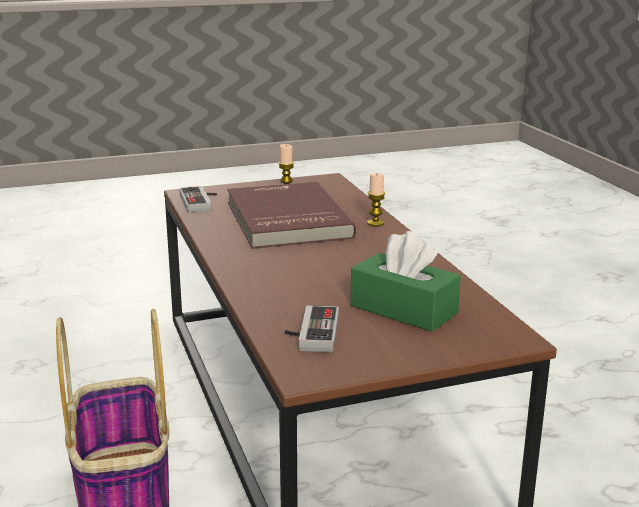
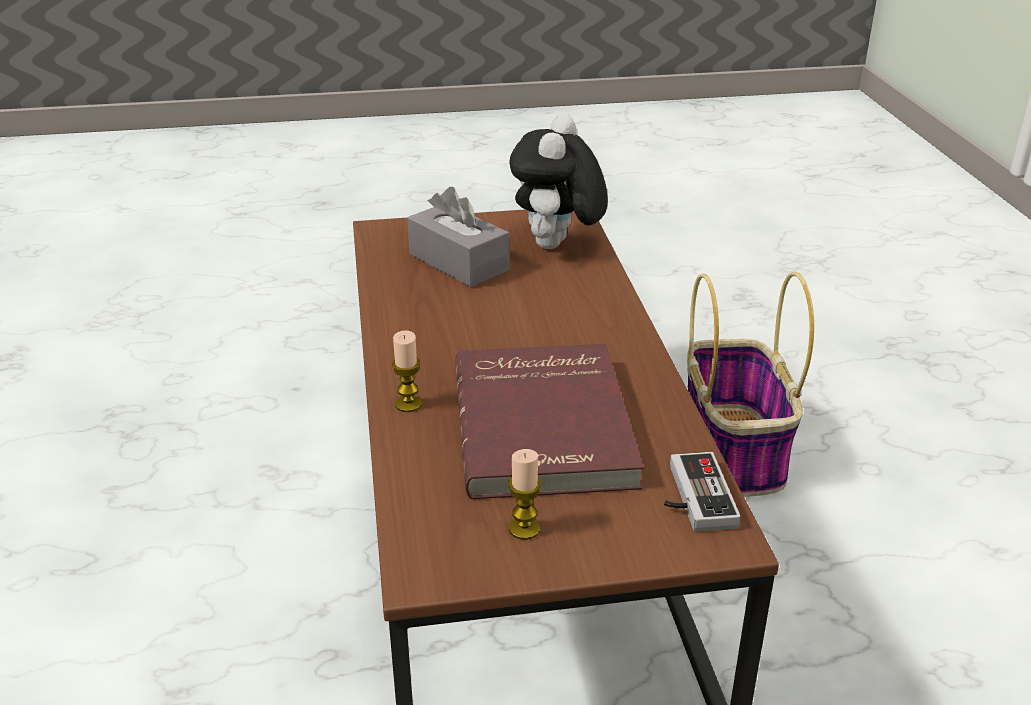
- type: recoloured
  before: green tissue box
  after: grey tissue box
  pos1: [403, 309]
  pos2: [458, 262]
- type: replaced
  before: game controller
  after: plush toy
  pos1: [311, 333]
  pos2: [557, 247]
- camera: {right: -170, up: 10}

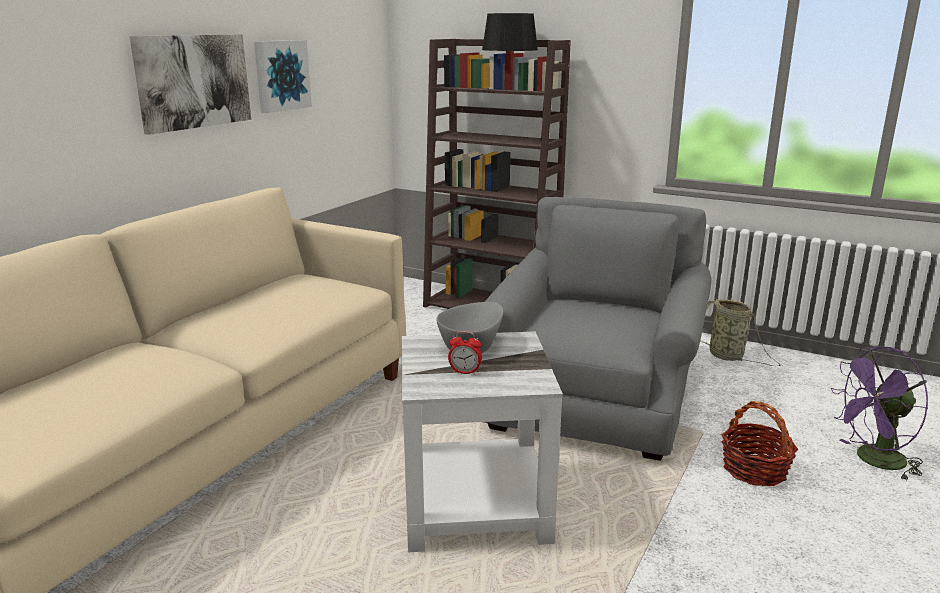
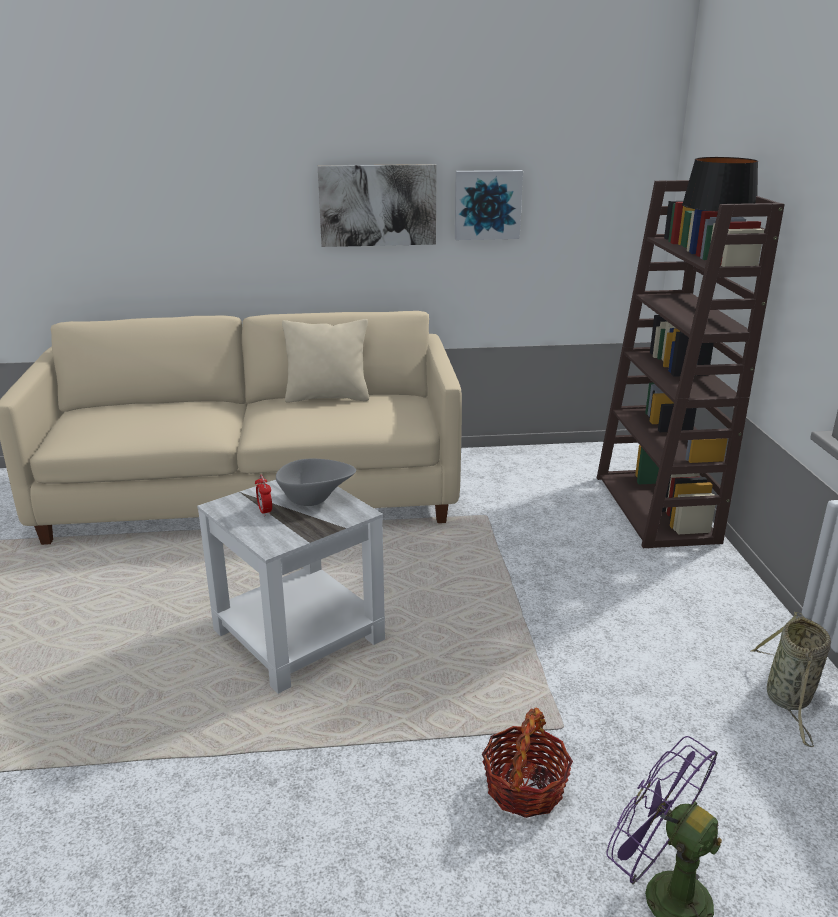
- type: added
  after: beige pillow
  pos2: [327, 397]
- type: removed
  before: grey armchair
  pos1: [593, 396]
- camera: {right: 55, up: 5}

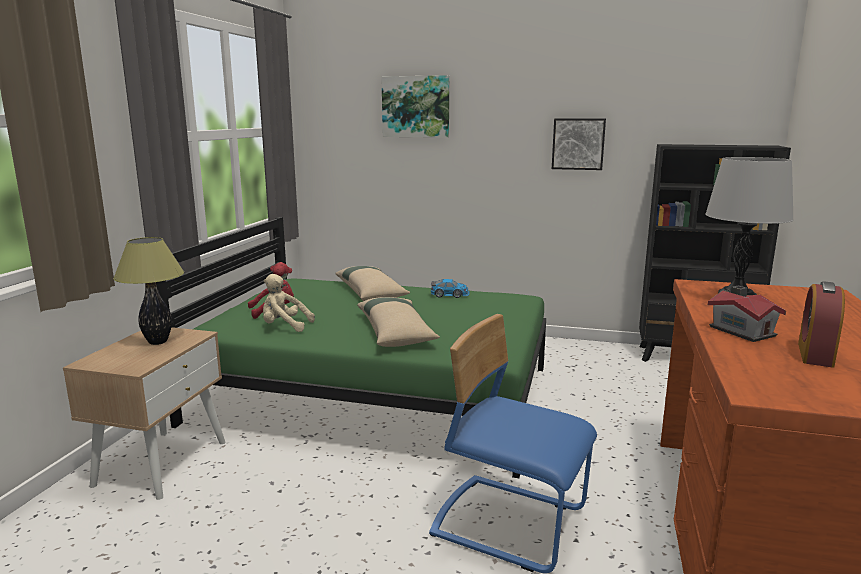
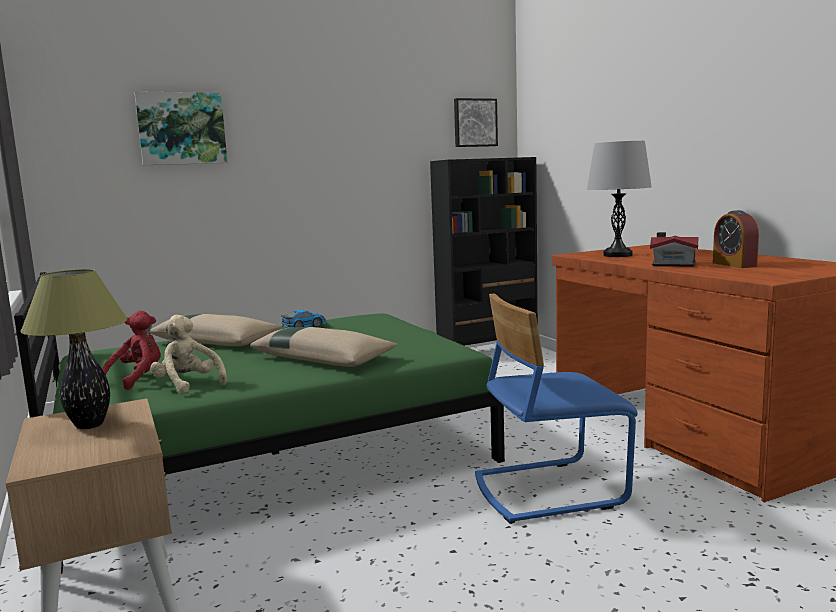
- type: turned
  before: beige plush toy
  pos1: [284, 326]
  pos2: [188, 385]
  turn: 75
- type: moved
  before: picture
  pos1: [578, 144]
  pos2: [474, 123]
- camera: {right: -40, up: -5}

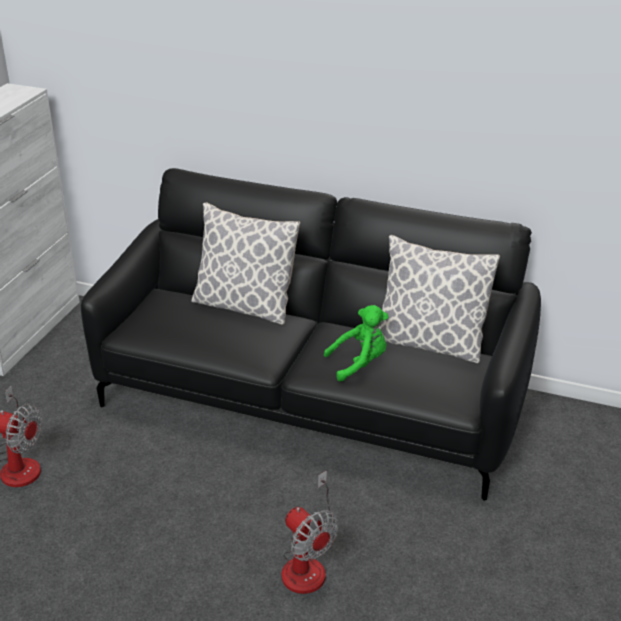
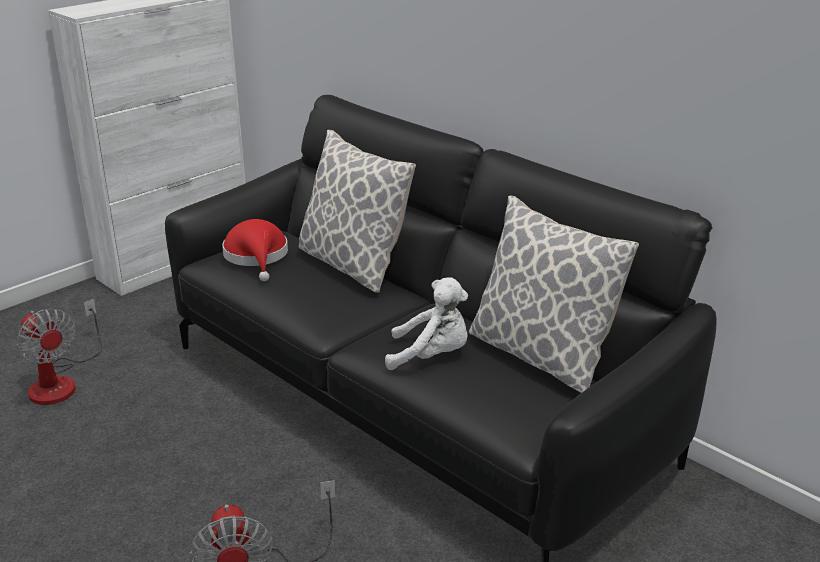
- type: added
  after: red hat
  pos2: [257, 257]
- type: recoloured
  before: green plush toy
  after: white plush toy
  pos1: [359, 363]
  pos2: [431, 356]
- camera: {right: 25, up: -5}

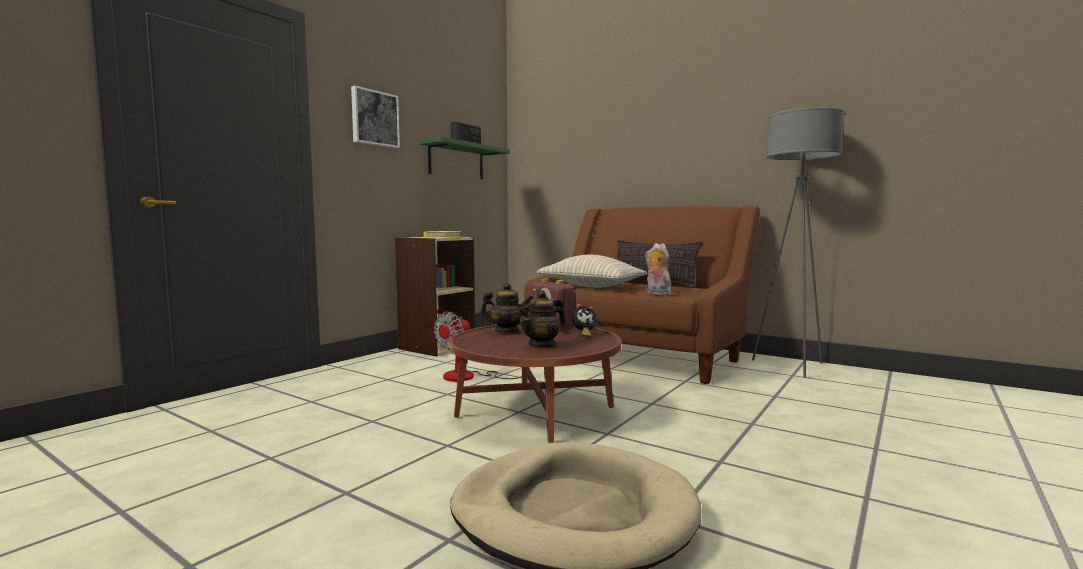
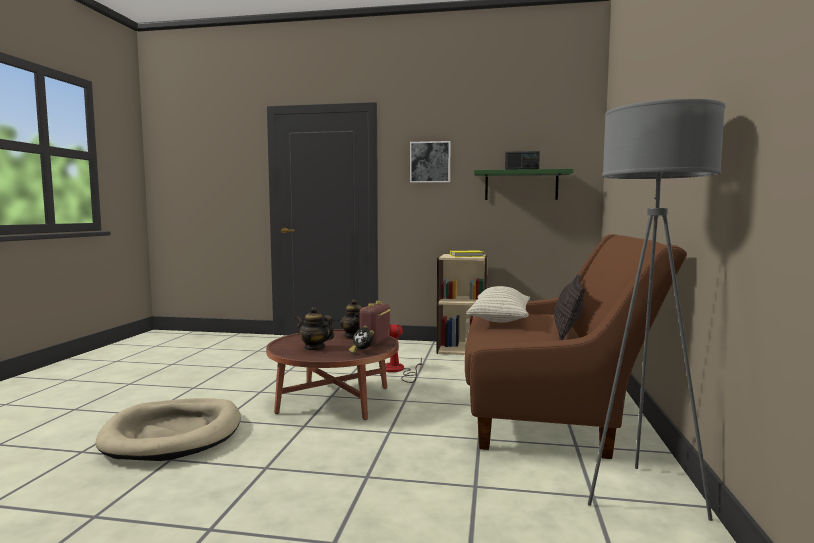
- type: removed
  before: plush toy
  pos1: [656, 294]
- camera: {right: 65, up: 0}

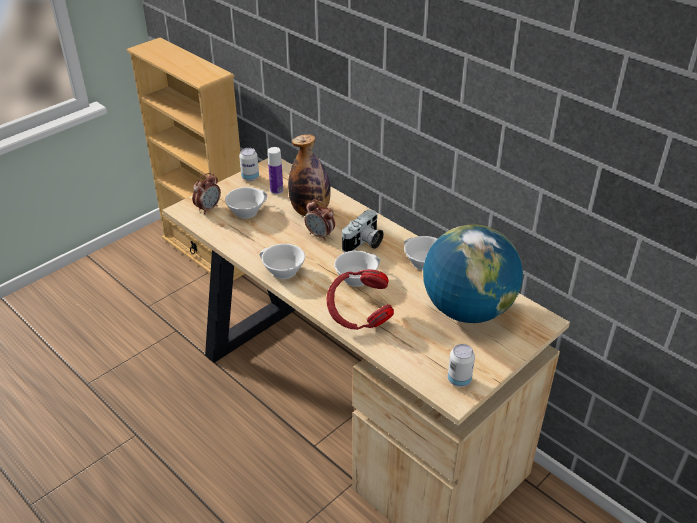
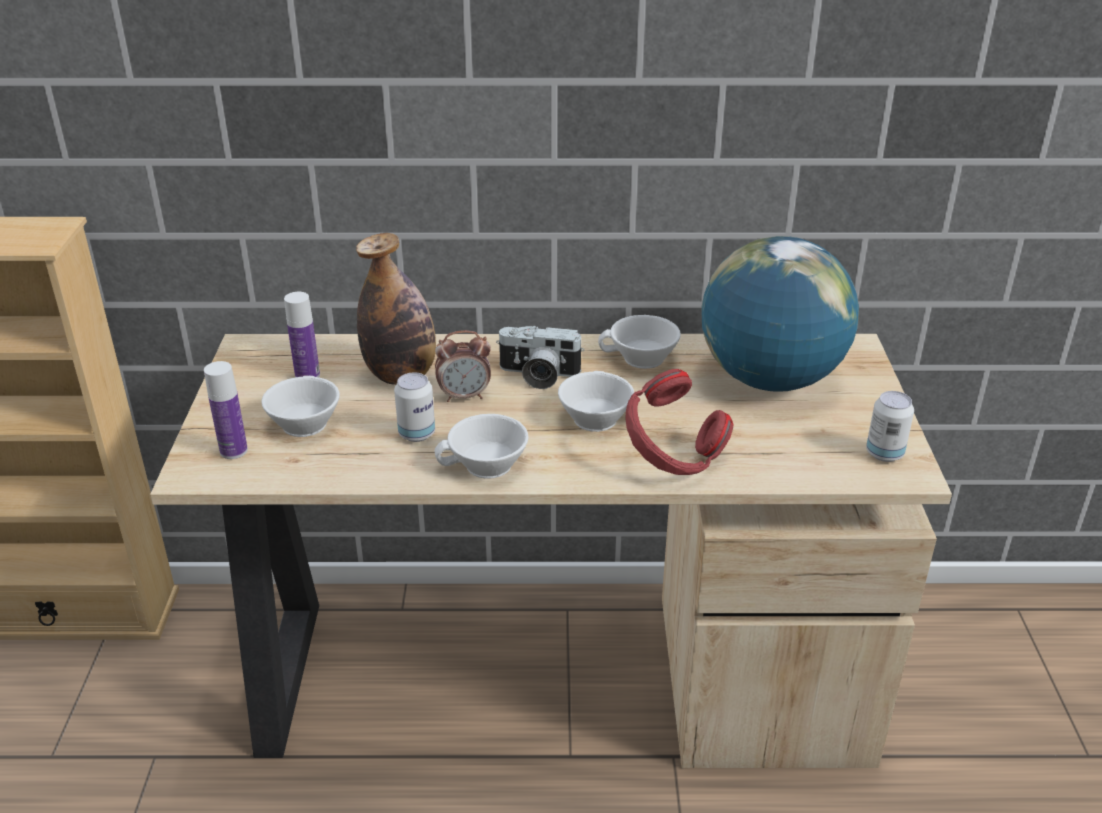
- type: replaced
  before: alarm clock
  after: bottle
  pos1: [208, 208]
  pos2: [233, 451]
- type: moved
  before: can
  pos1: [250, 177]
  pos2: [417, 434]
- type: turned
  before: photo camera
  pos1: [364, 244]
  pos2: [538, 375]
  turn: 105
- camera: {right: -45, up: -5}

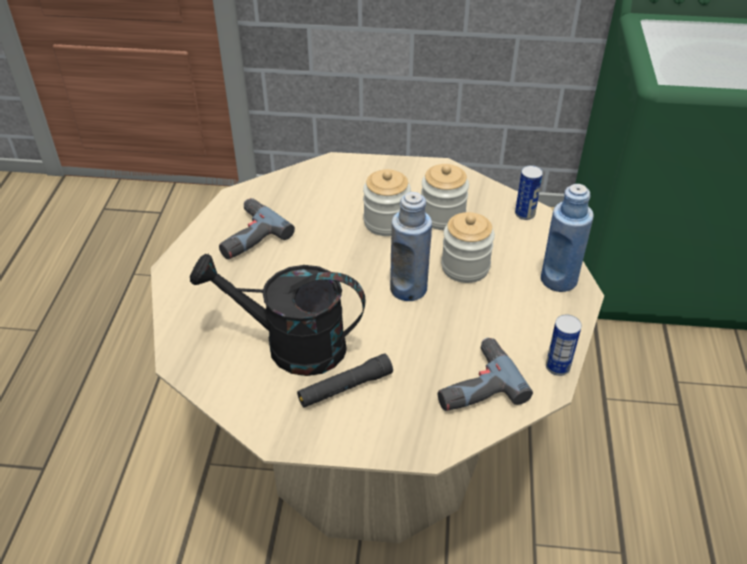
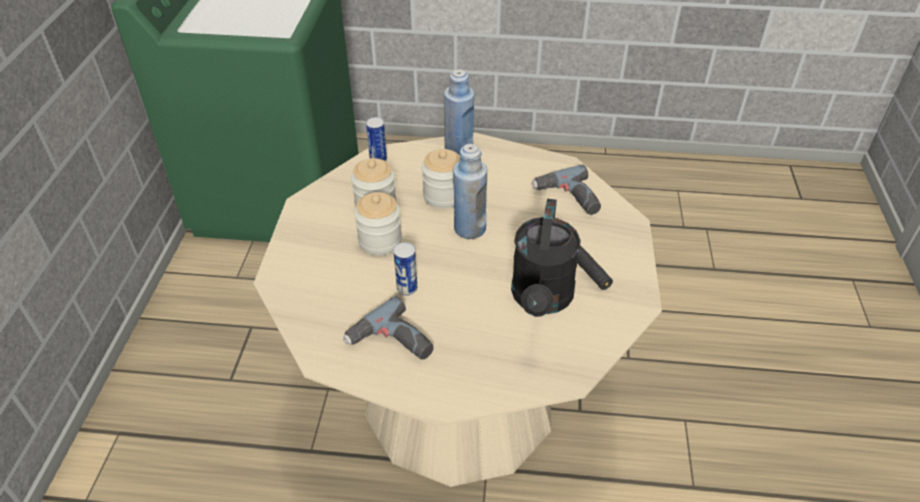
- type: moved
  before: can
  pos1: [557, 367]
  pos2: [407, 288]
- camera: {right: -90, up: 0}

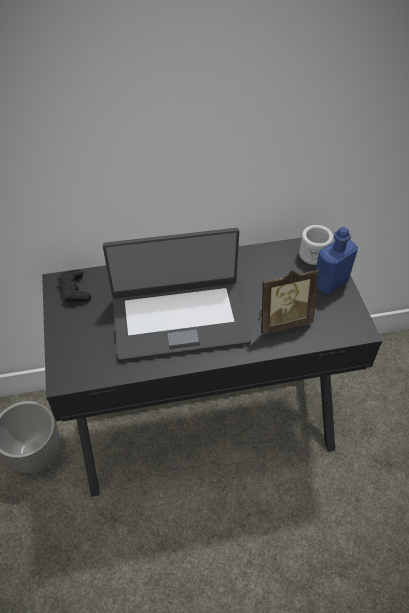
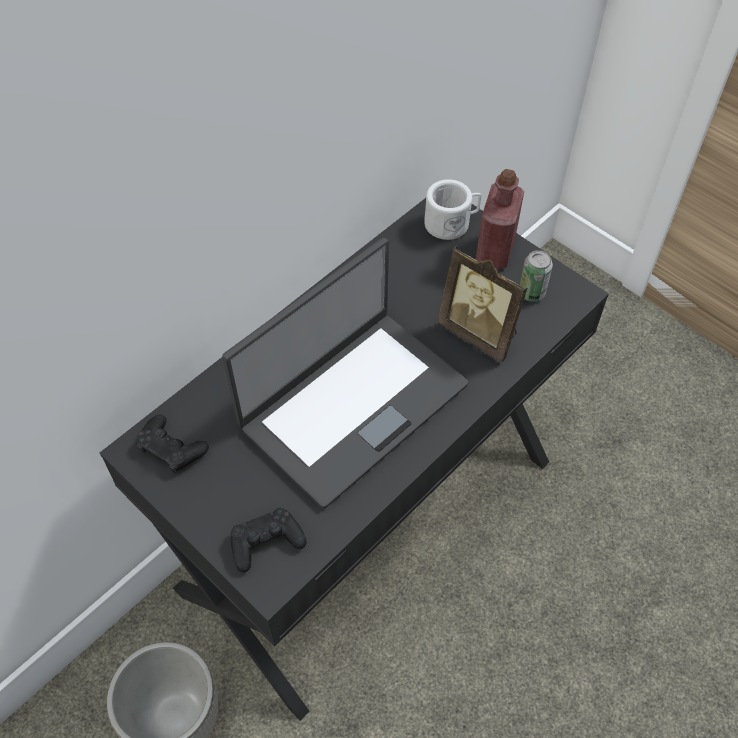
- type: added
  after: black game controller
  pos2: [266, 542]
- type: turned
  before: picture frame
  pos1: [282, 320]
  pos2: [480, 332]
  turn: 90
- type: recoloured
  before: blue bottle
  after: red bottle
  pos1: [330, 282]
  pos2: [495, 251]
- type: added
  after: can
  pos2: [531, 293]
- camera: {right: -35, up: 5}

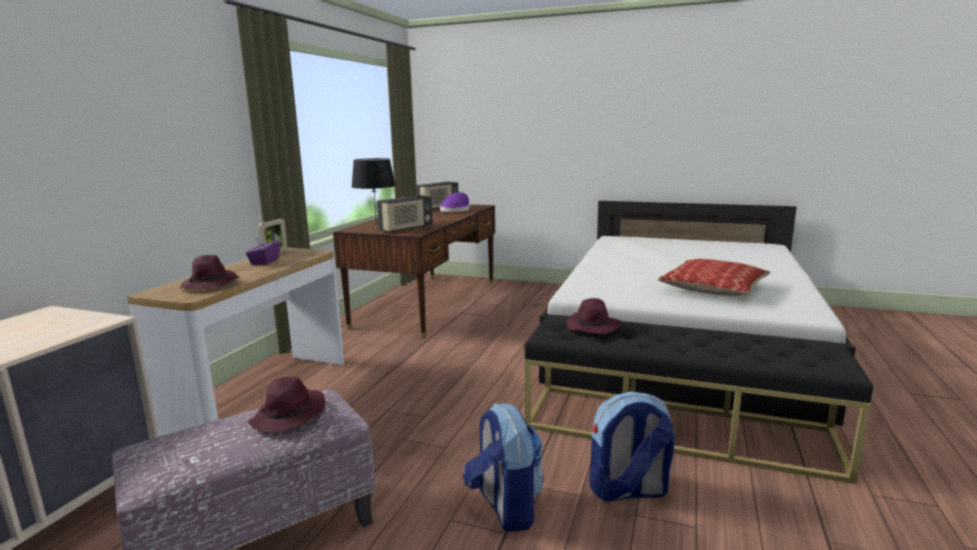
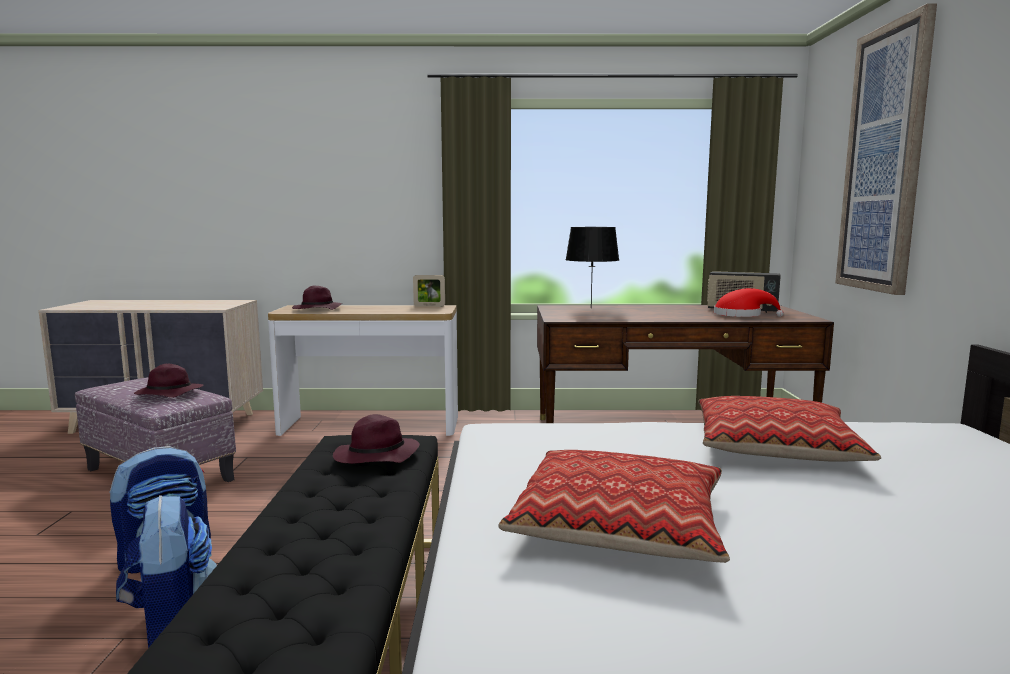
- type: added
  after: pillow
  pos2: [775, 447]
- type: recoloured
  before: purple hat
  after: red hat
  pos1: [456, 210]
  pos2: [741, 315]
- type: added
  after: picture
  pos2: [884, 160]
- type: removed
  before: purple tissue box
  pos1: [264, 262]
- type: removed
  before: radio
  pos1: [406, 229]
- camera: {right: 70, up: -5}

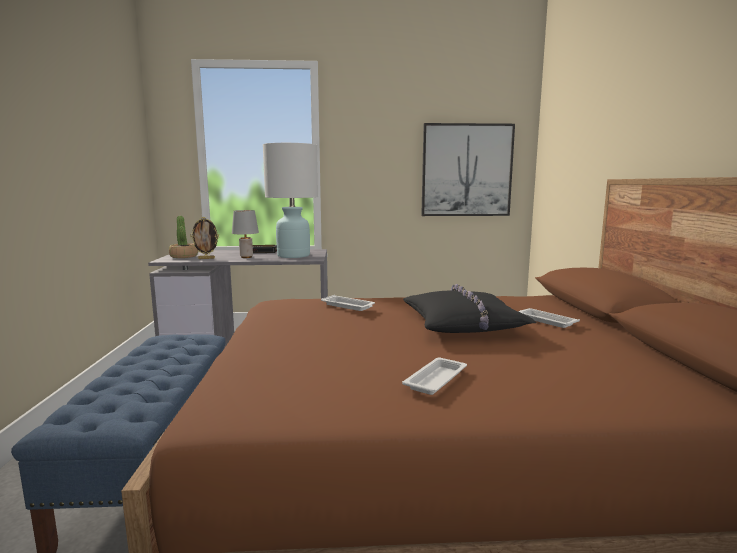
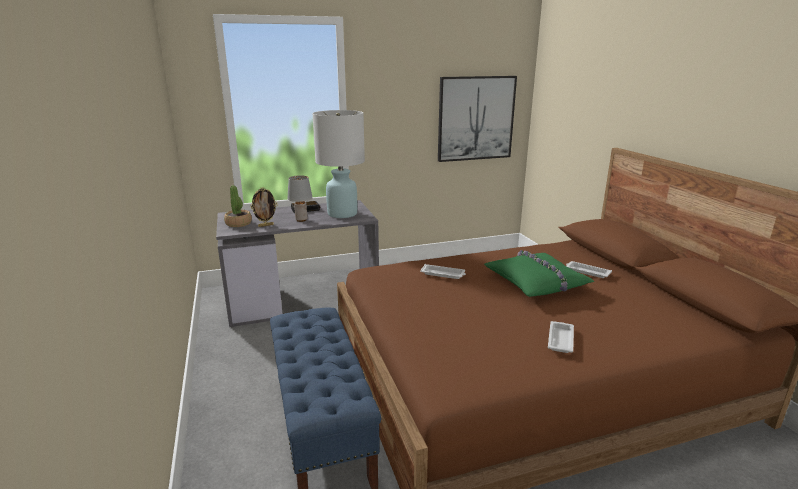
- type: recoloured
  before: black pillow
  after: green pillow
  pos1: [463, 323]
  pos2: [536, 282]
- camera: {right: -15, up: 10}

